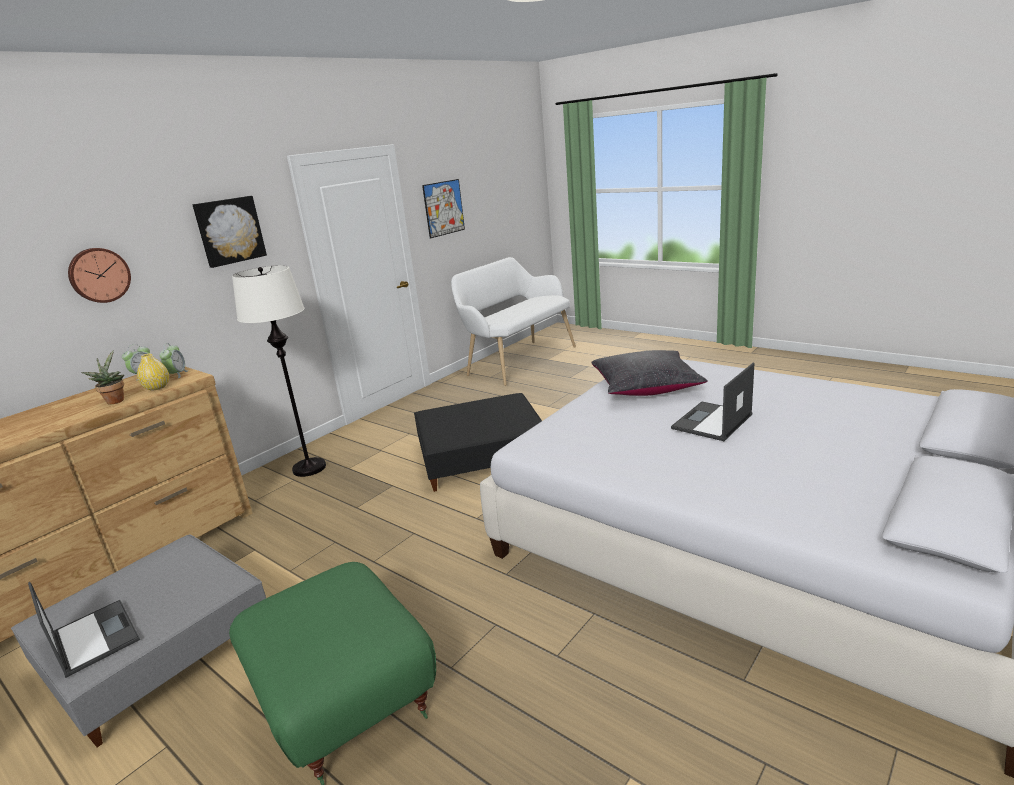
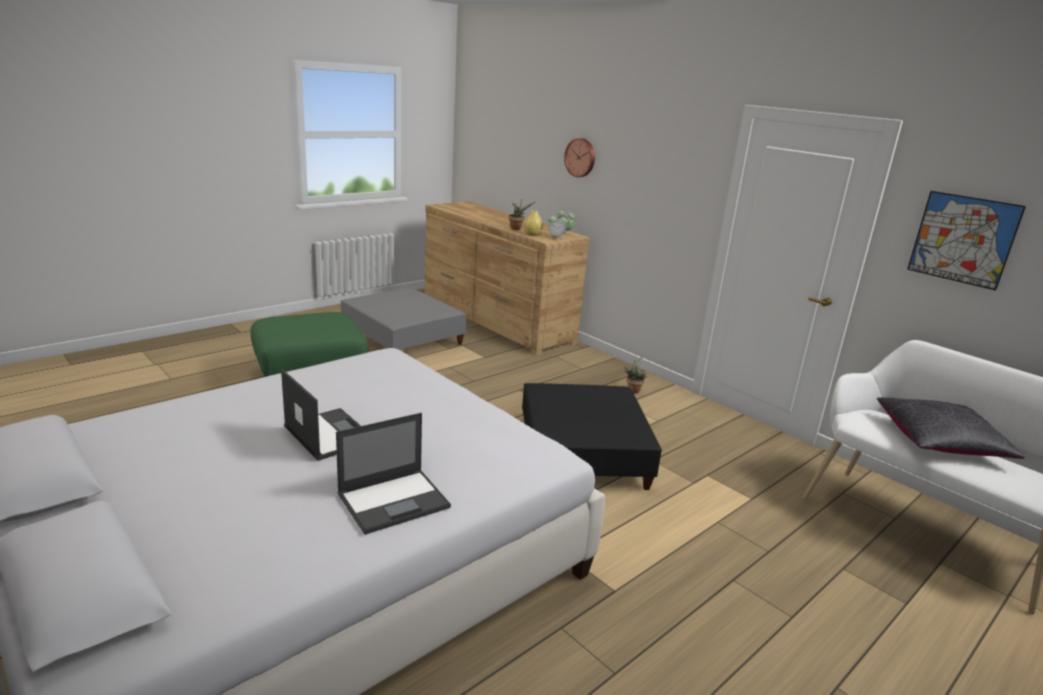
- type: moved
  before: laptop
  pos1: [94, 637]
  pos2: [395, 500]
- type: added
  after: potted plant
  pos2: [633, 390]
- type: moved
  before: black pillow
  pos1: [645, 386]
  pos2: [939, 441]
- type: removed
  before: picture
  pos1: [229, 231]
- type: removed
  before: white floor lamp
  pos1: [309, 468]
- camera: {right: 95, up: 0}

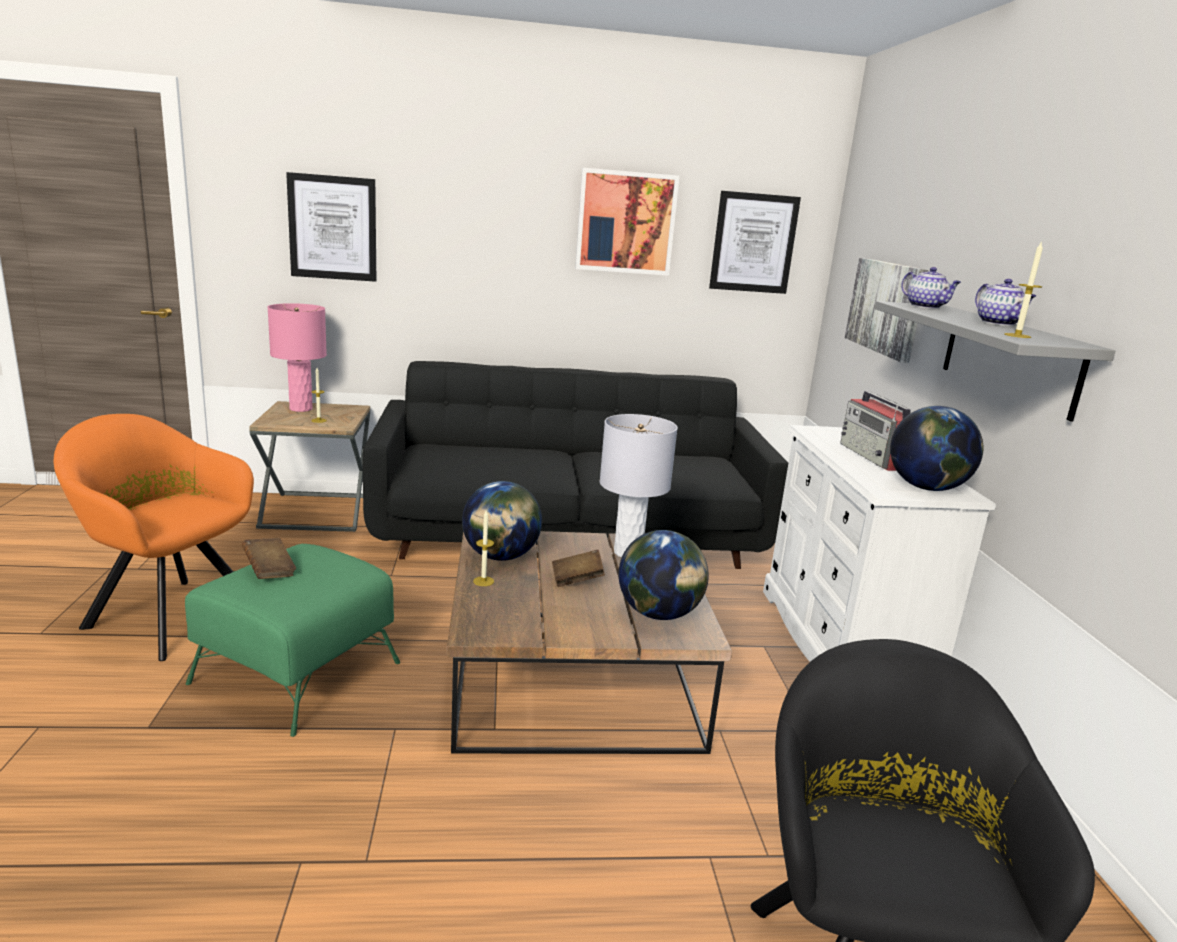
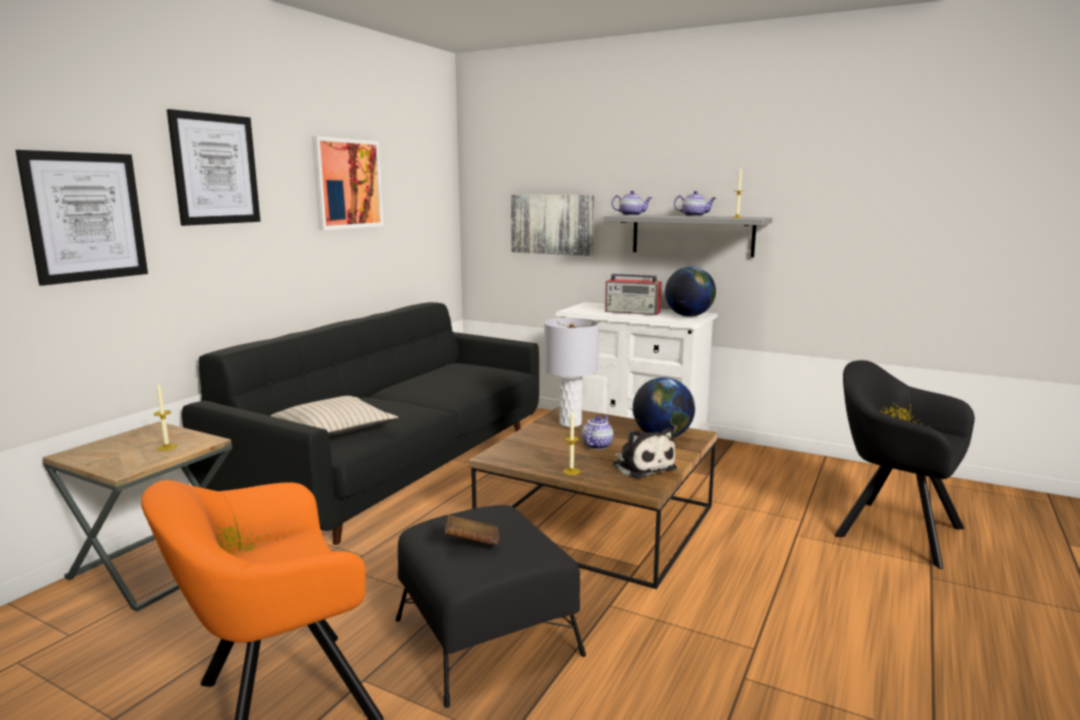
- type: moved
  before: picture
  pos1: [753, 243]
  pos2: [215, 169]
- type: added
  after: beige pillow
  pos2: [334, 430]
- type: recoloured
  before: green ottoman
  after: black ottoman
  pos1: [295, 673]
  pos2: [486, 638]
- type: replaced
  before: brown book
  after: teapot
  pos1: [577, 580]
  pos2: [597, 445]
- type: added
  after: plush toy
  pos2: [642, 466]
- type: removed
  before: pink table lamp
  pos1: [300, 409]
- type: removed
  before: globe
  pos1: [500, 556]
- camera: {right: -55, up: -5}

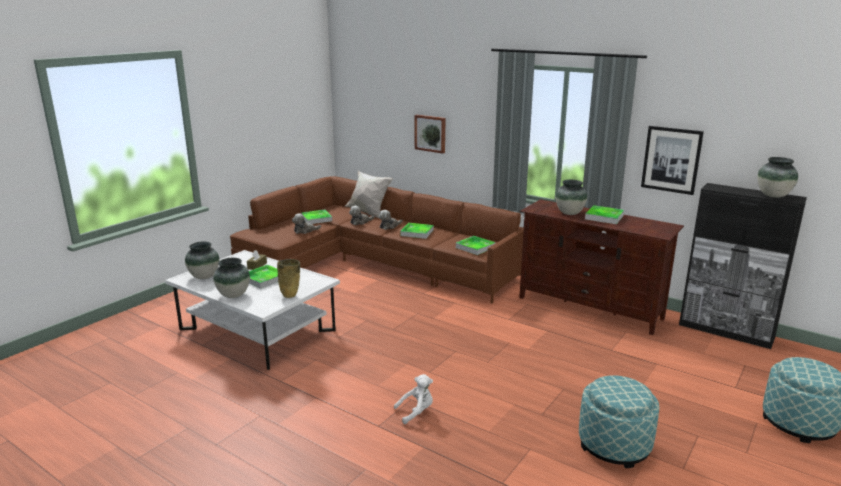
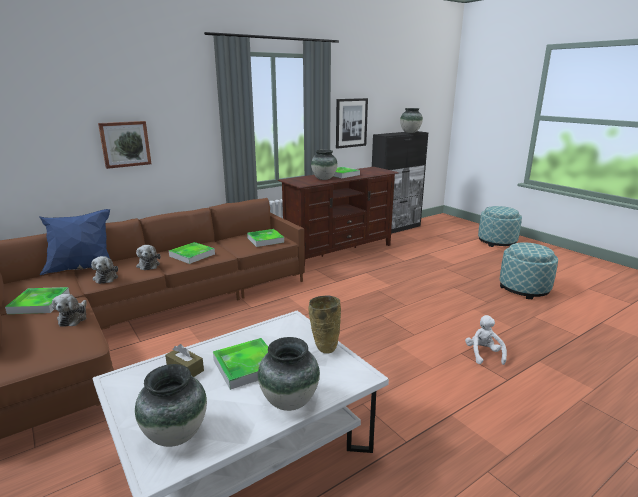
- type: recoloured
  before: white pillow
  after: blue pillow
  pos1: [368, 213]
  pos2: [82, 269]
- camera: {right: -70, up: 0}

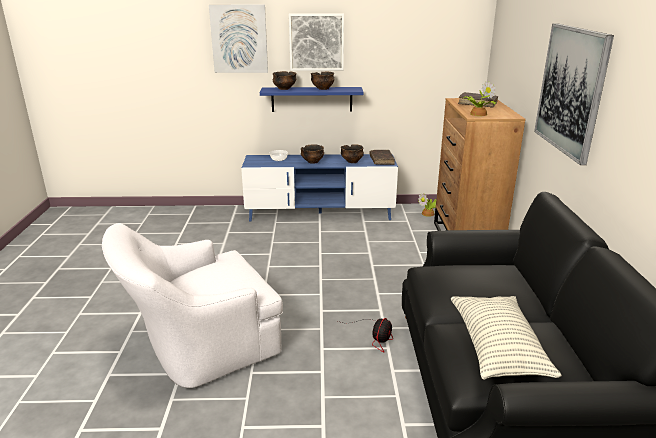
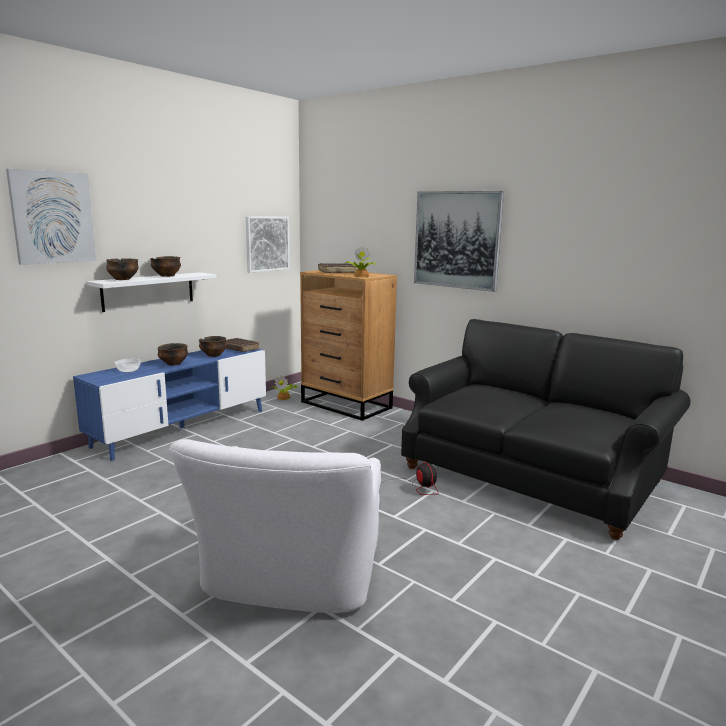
- type: recoloured
  before: blue shelf
  after: white shelf
  pos1: [311, 99]
  pos2: [148, 291]
- type: moved
  before: picture
  pos1: [316, 42]
  pos2: [267, 244]
- type: removed
  before: pillow
  pos1: [497, 348]
- camera: {right: -50, up: -10}

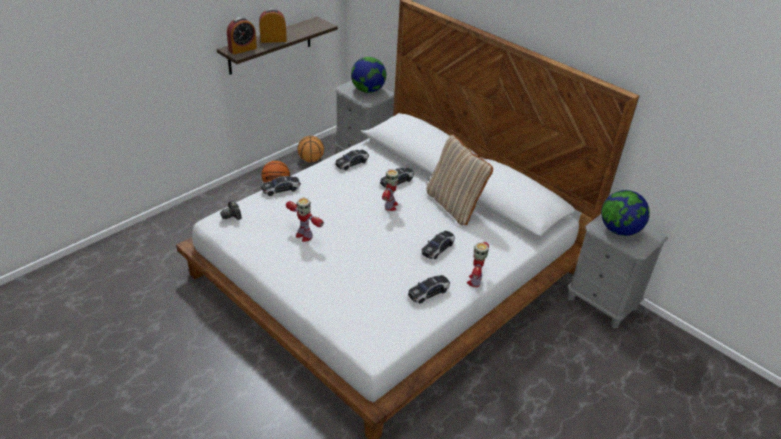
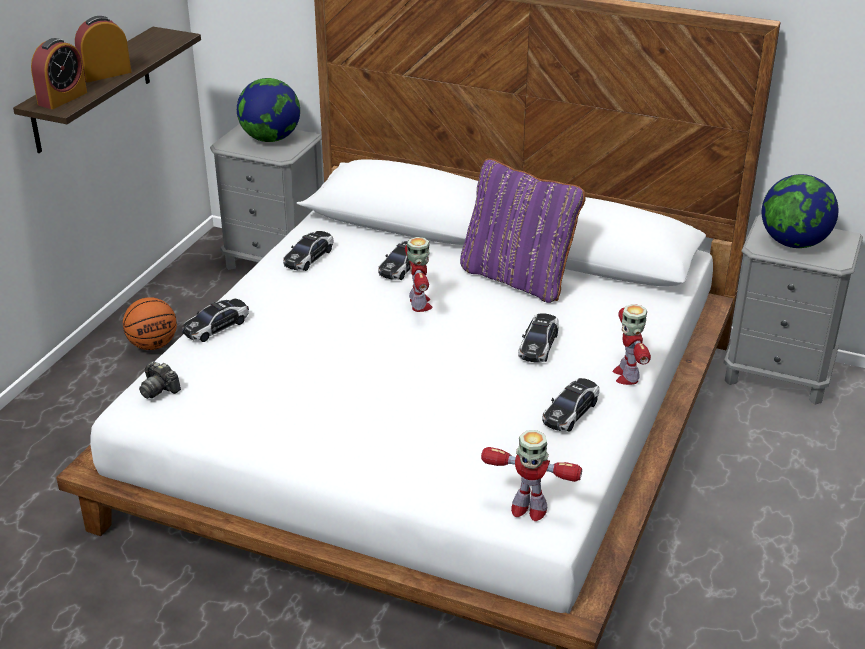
- type: recoloured
  before: beige pillow
  after: purple pillow
  pos1: [454, 205]
  pos2: [518, 278]
- type: moved
  before: toy robot
  pos1: [304, 235]
  pos2: [528, 509]
- type: removed
  before: basketball
  pos1: [311, 160]
- camera: {right: -20, up: -5}

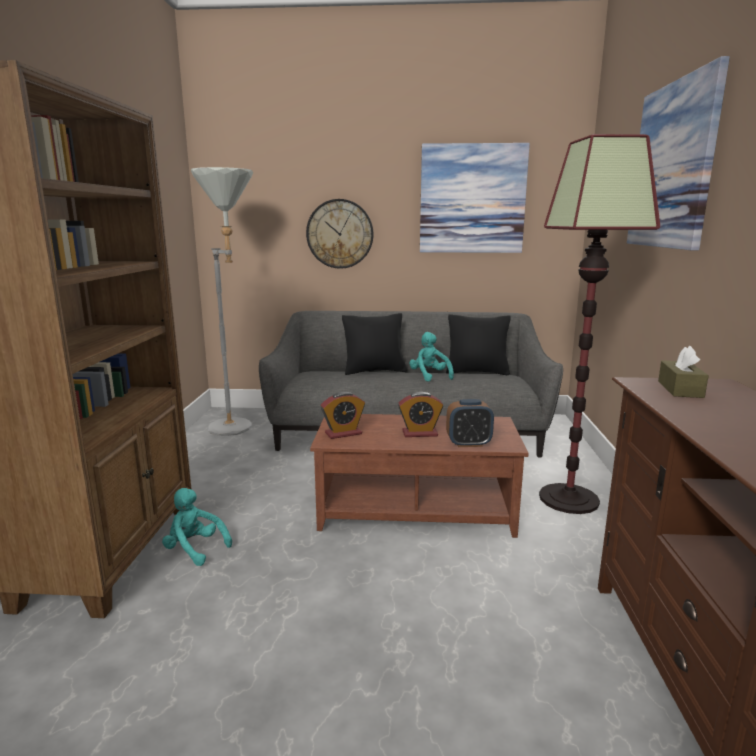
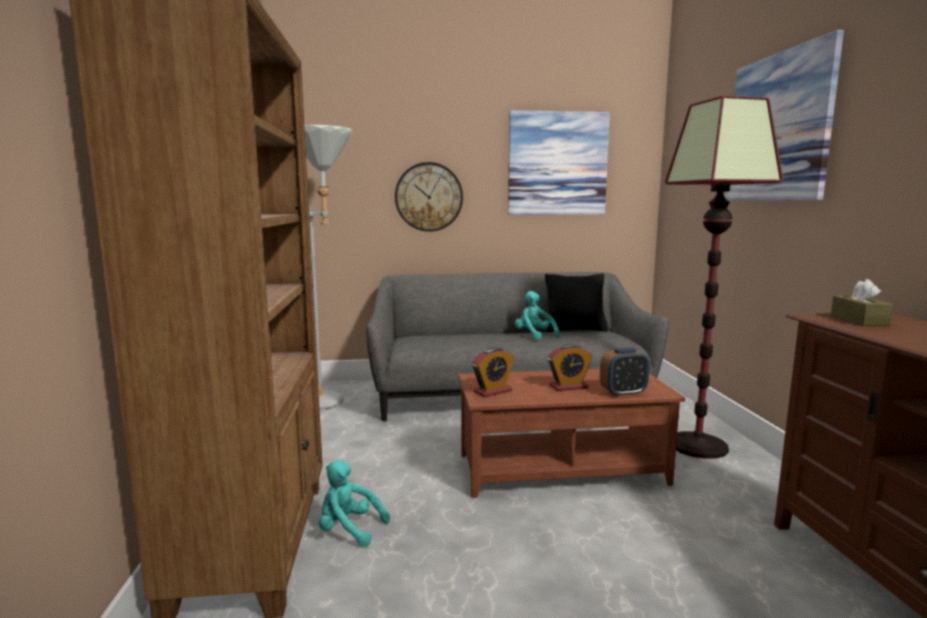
- type: removed
  before: black pillow
  pos1: [374, 371]
- camera: {right: -10, up: -5}

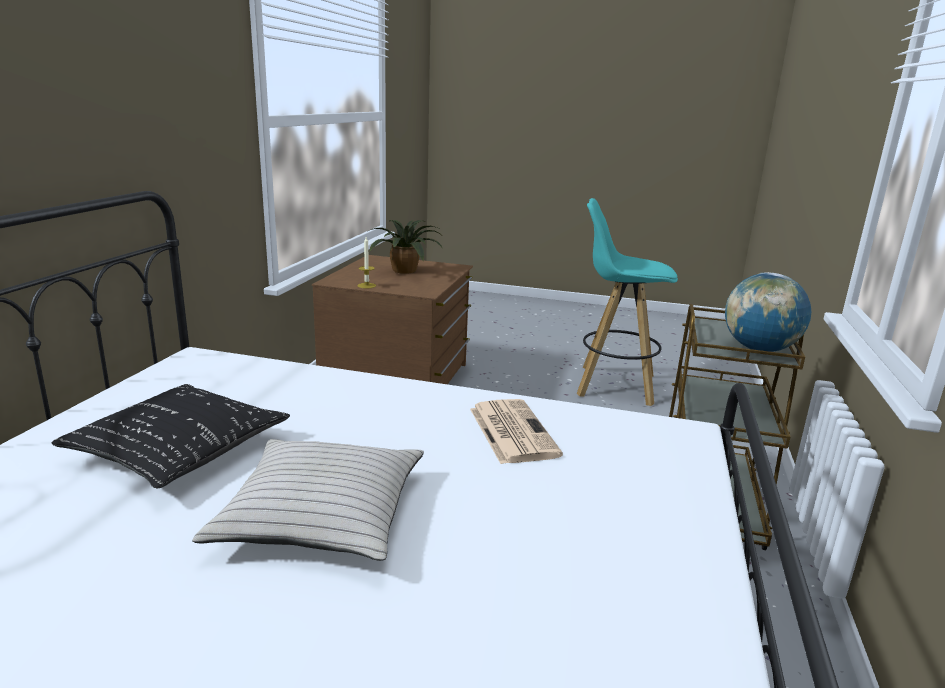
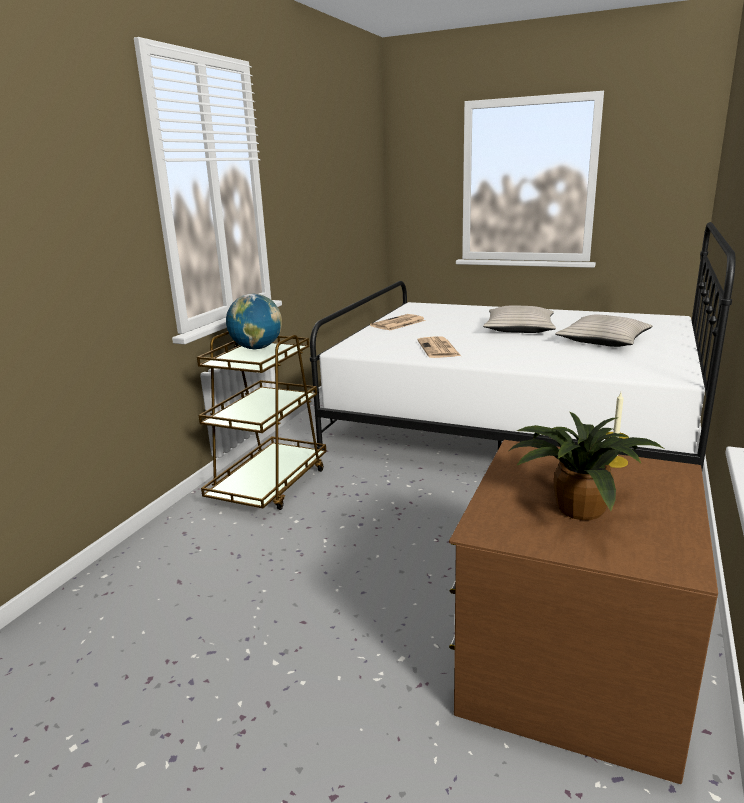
- type: added
  after: newspaper
  pos2: [398, 323]
- type: recoloured
  before: black pillow
  after: beige pillow
  pos1: [178, 449]
  pos2: [604, 341]
- type: removed
  before: turquoise stool
  pos1: [613, 385]
- camera: {right: -170, up: 0}

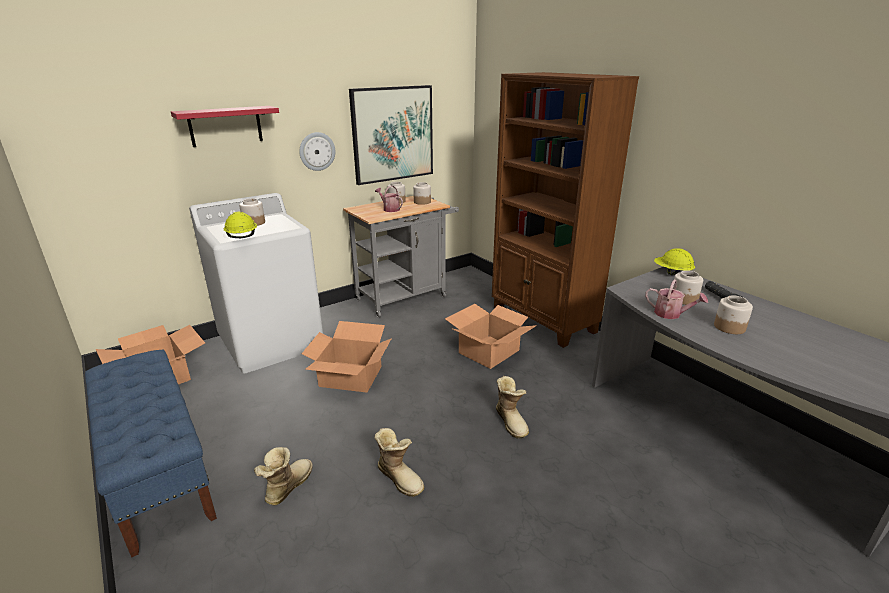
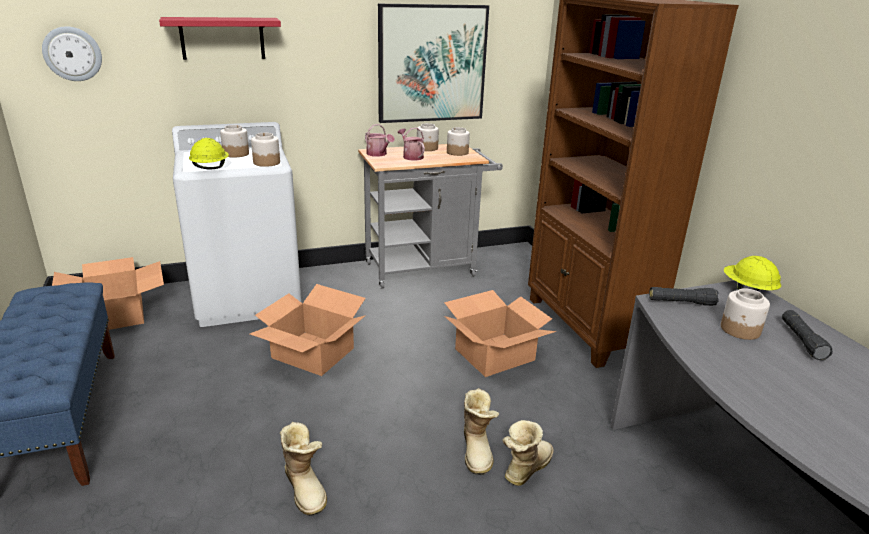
- type: moved
  before: wall clock
  pos1: [317, 151]
  pos2: [72, 54]
- type: moved
  before: jar
  pos1: [729, 327]
  pos2: [266, 162]
- type: moved
  before: watering can
  pos1: [671, 314]
  pos2: [378, 154]
- type: moved
  before: boot
  pos1: [286, 486]
  pos2: [525, 468]
- type: added
  after: black flashlight
  pos2: [681, 302]
- camera: {right: 15, up: 0}

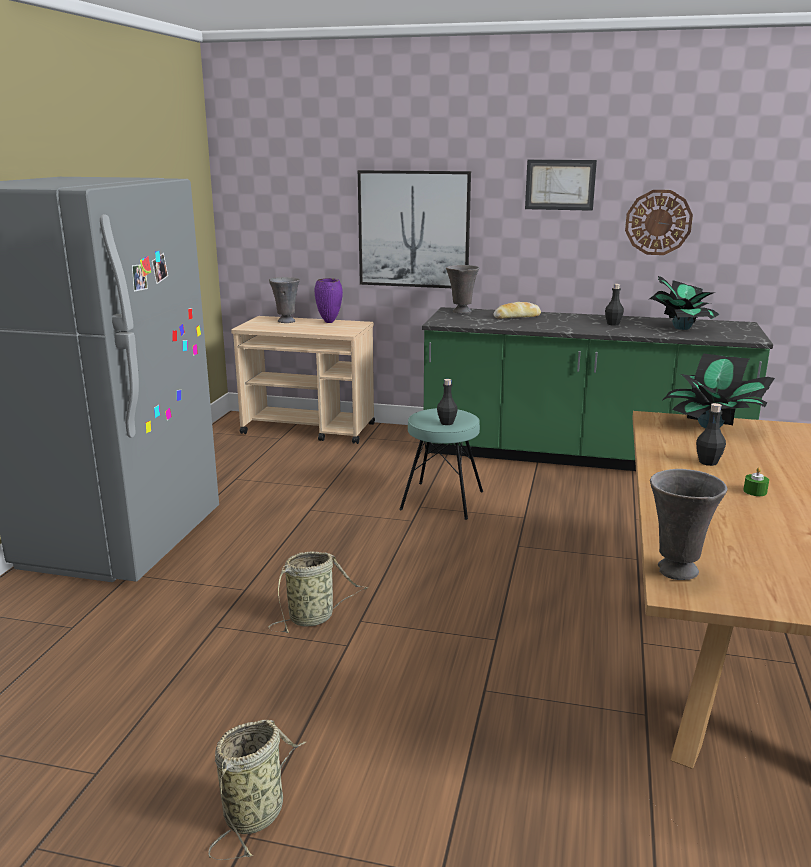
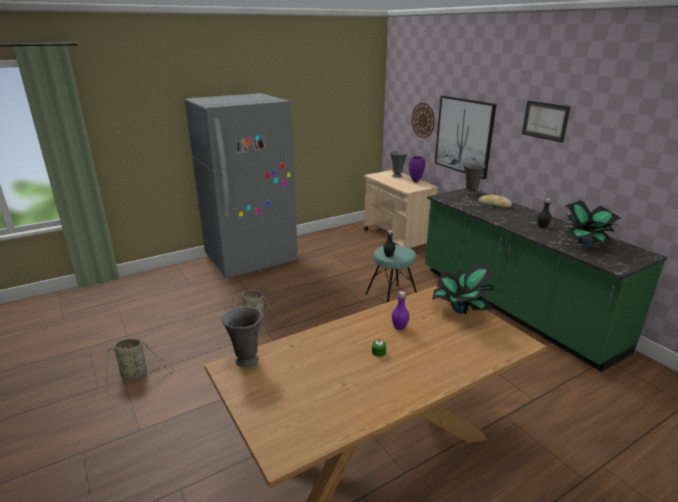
- type: recoloured
  before: black bottle
  after: purple bottle
  pos1: [708, 462]
  pos2: [399, 327]
- type: moved
  before: wall clock
  pos1: [658, 222]
  pos2: [423, 120]
- camera: {right: 45, up: 5}

